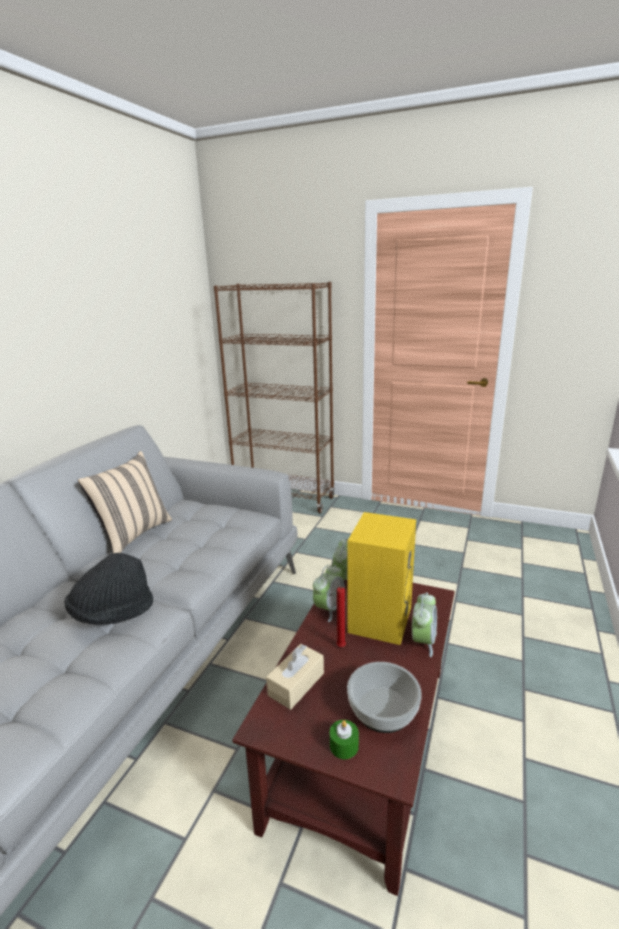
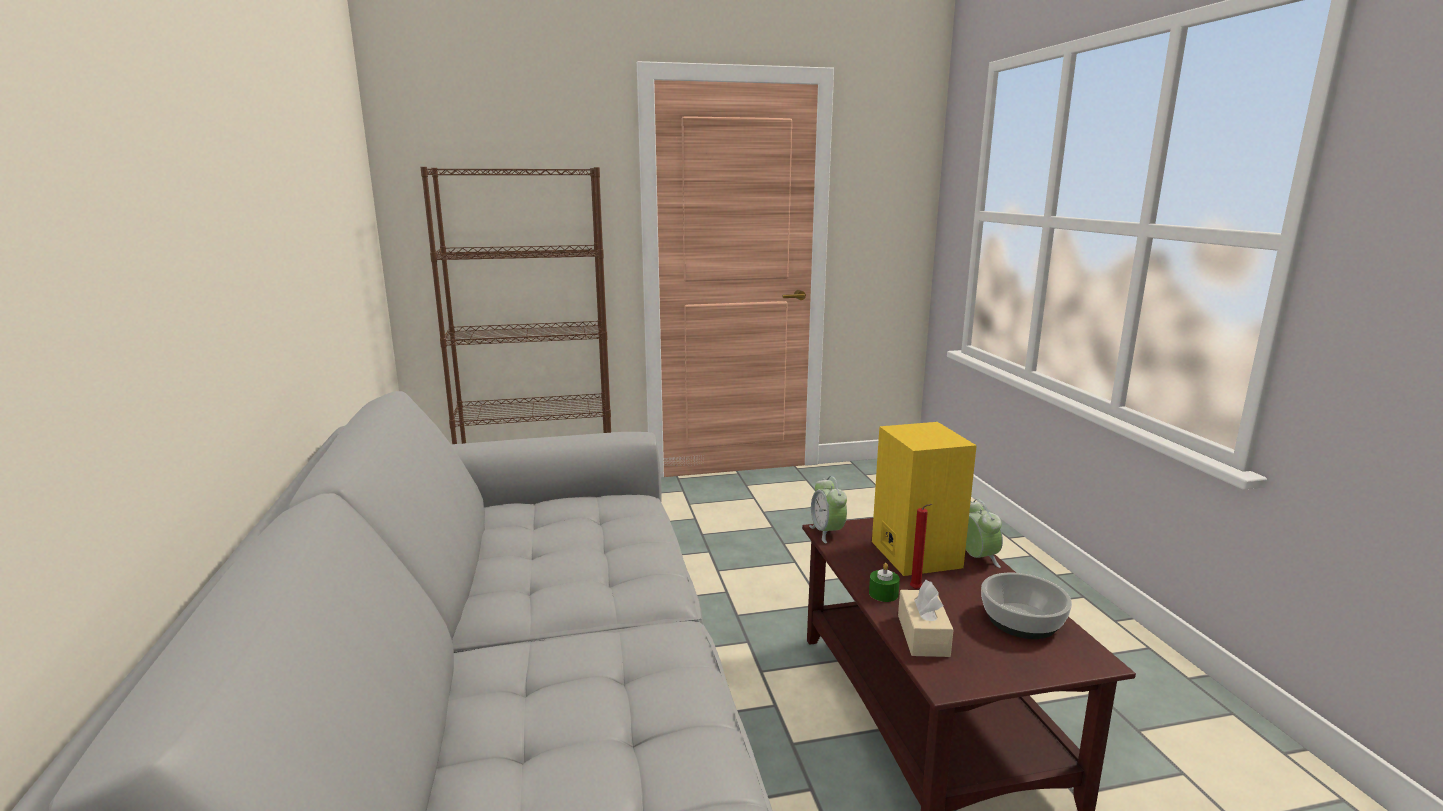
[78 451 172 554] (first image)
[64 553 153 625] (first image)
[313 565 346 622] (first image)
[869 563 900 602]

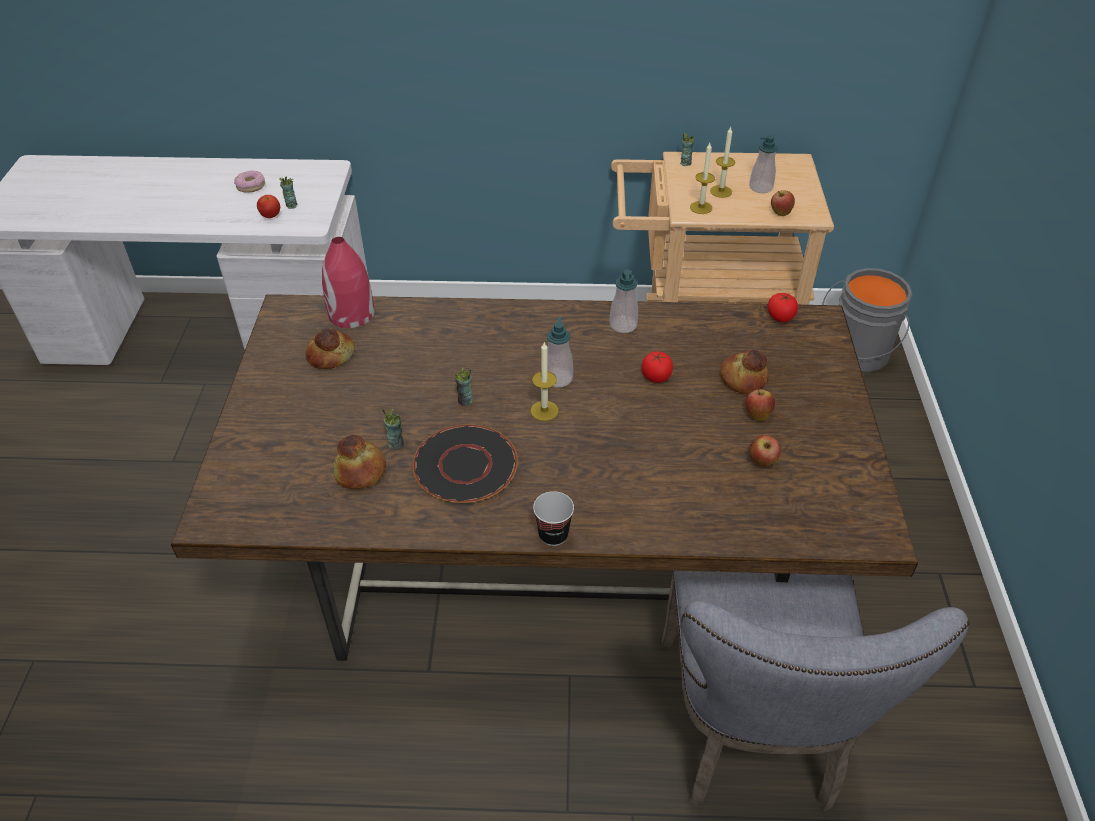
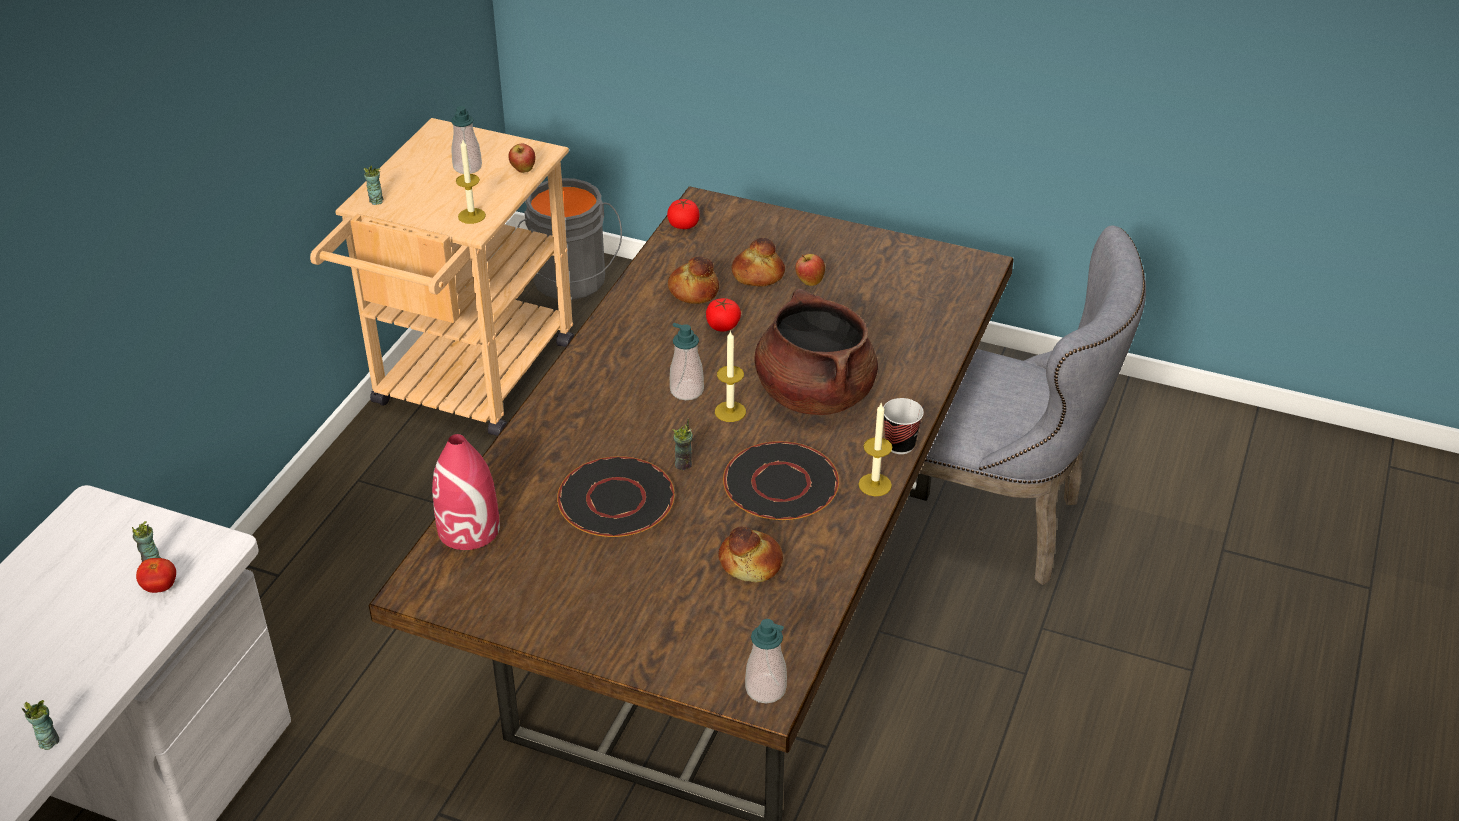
[858 402 892 496]
[234 171 265 193] (first image)
[745 619 787 703]
[668 257 719 304]
[22 700 59 750]
[749 435 781 467] (first image)
[754 289 878 415]
[557 456 675 537]

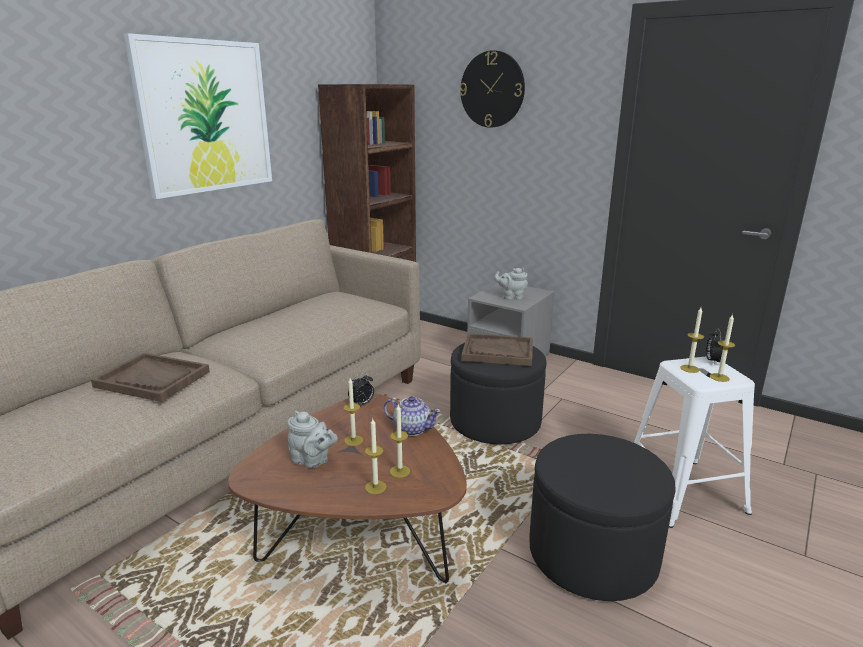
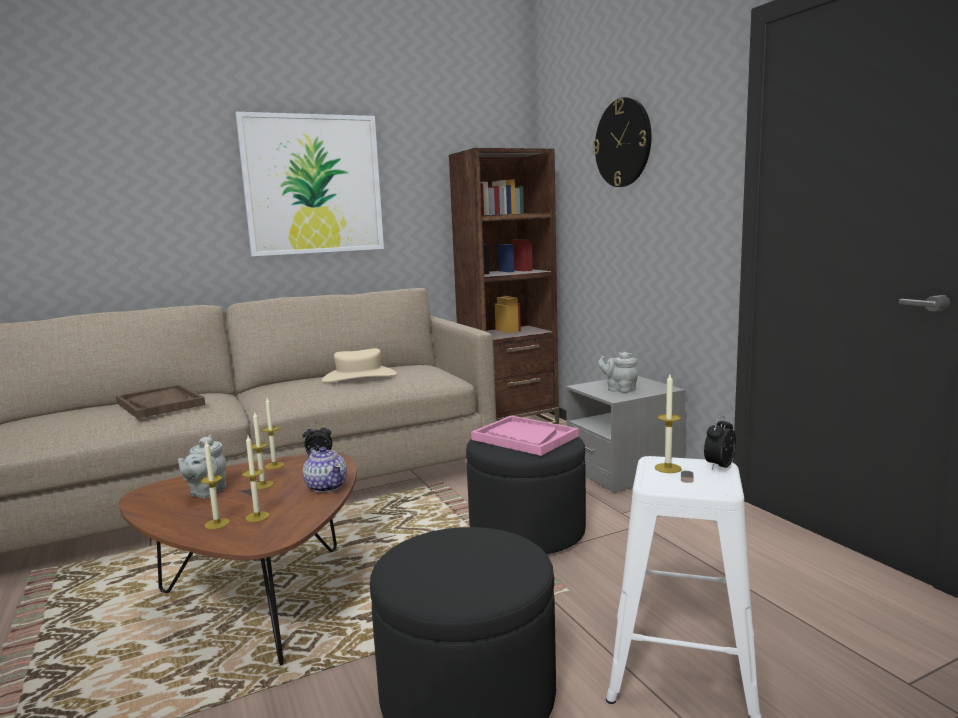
[262 398 284 469]
[471 415 579 456]
[178 435 226 498]
[322 348 397 382]

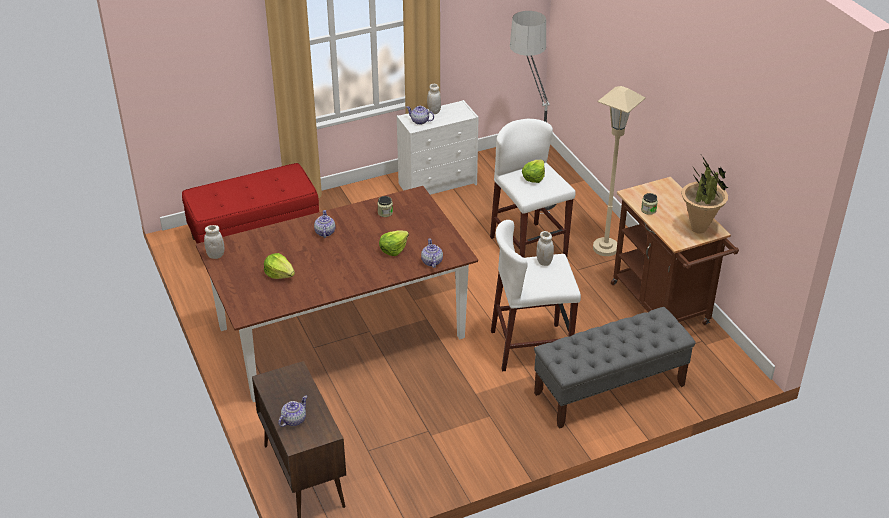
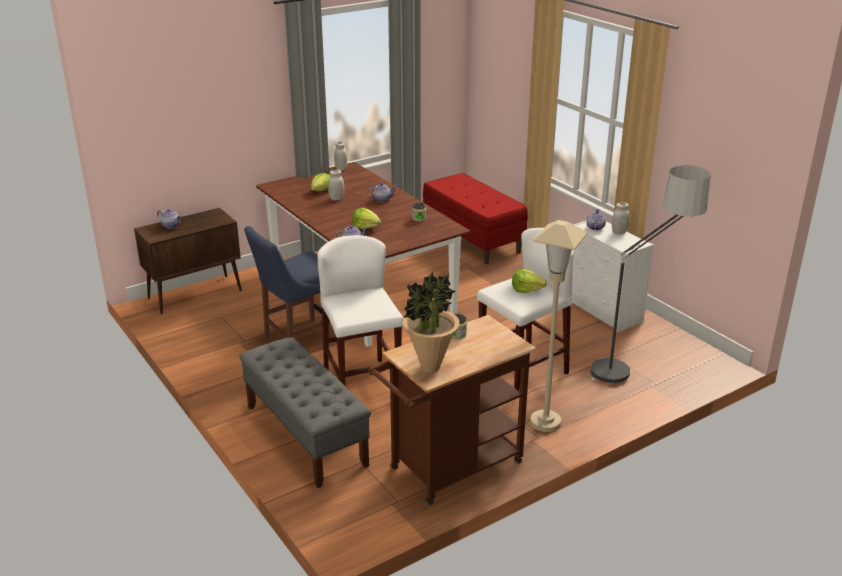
[328 170 344 201]
[244 226 336 338]

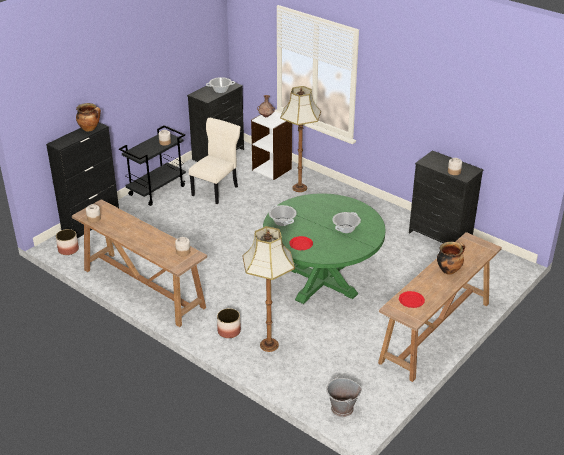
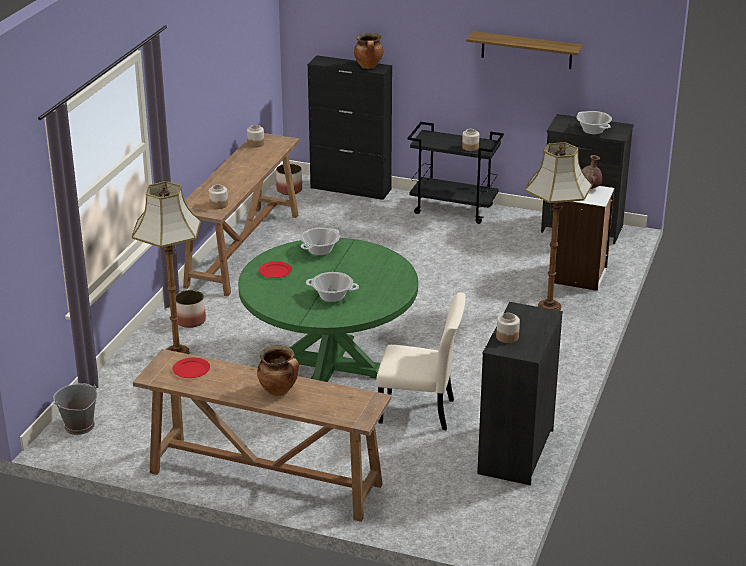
[376 292 466 430]
[466 31 583 69]

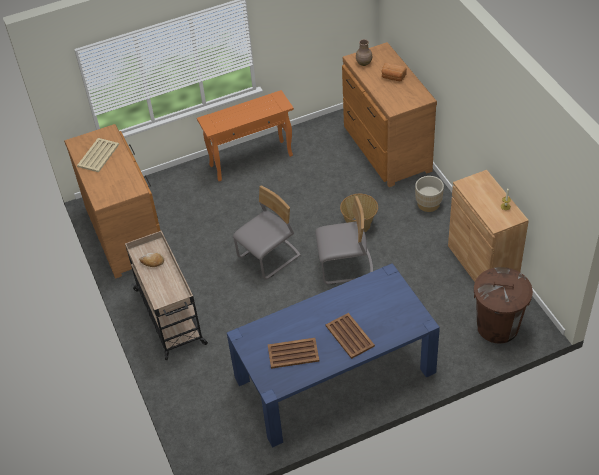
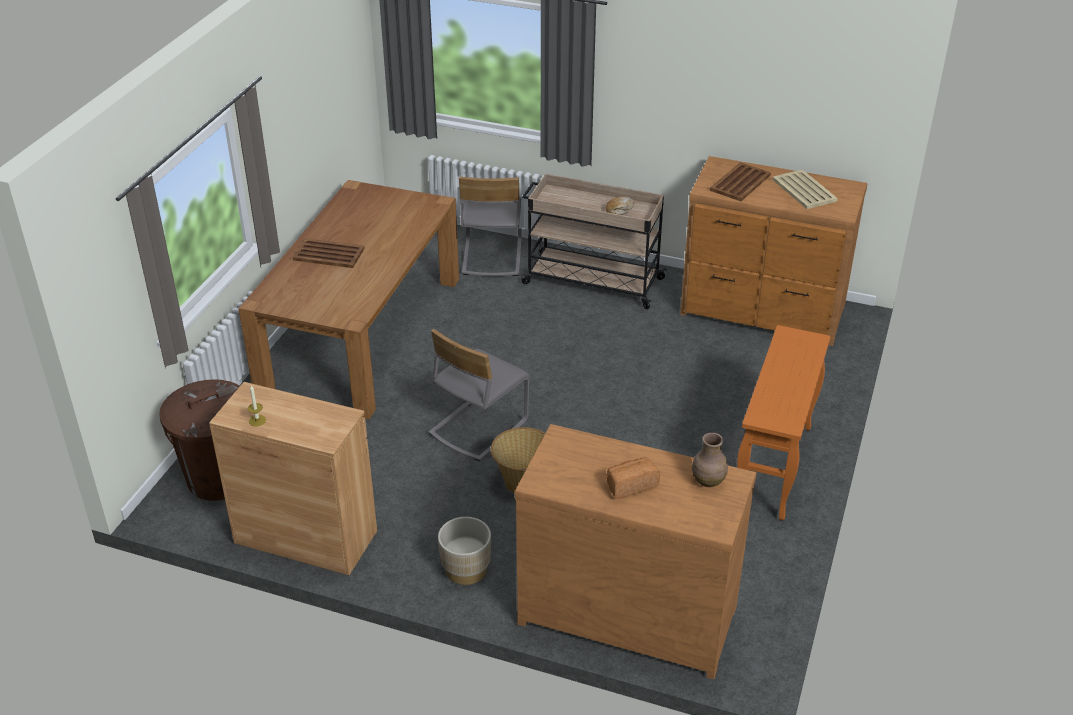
[459 177 522 276]
[238 180 459 419]
[710 162 771 201]

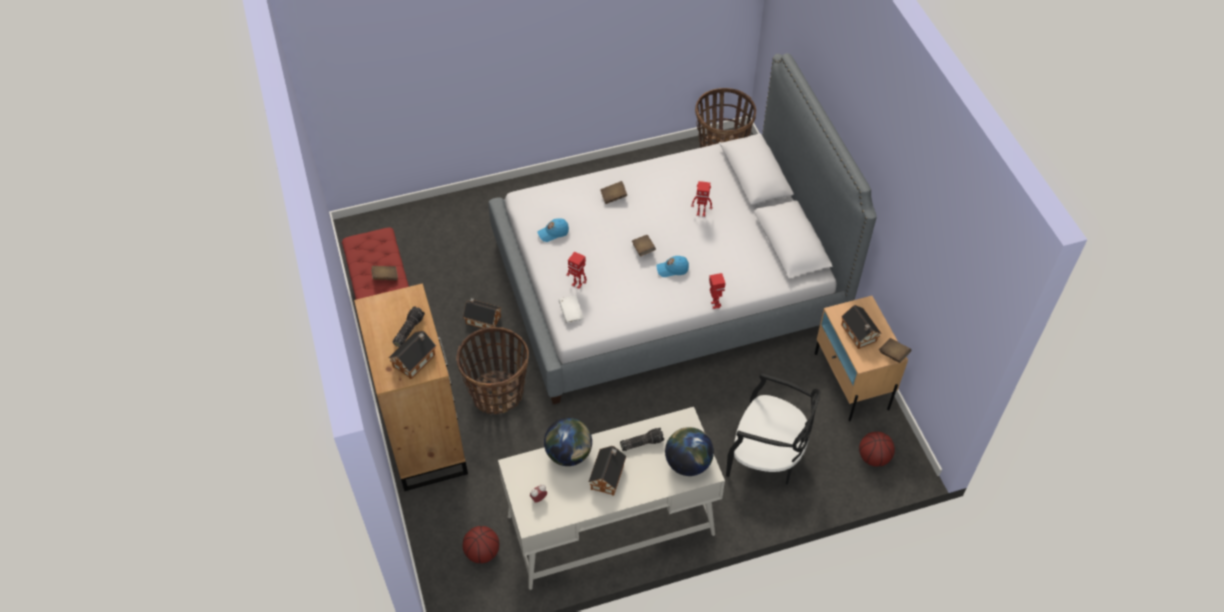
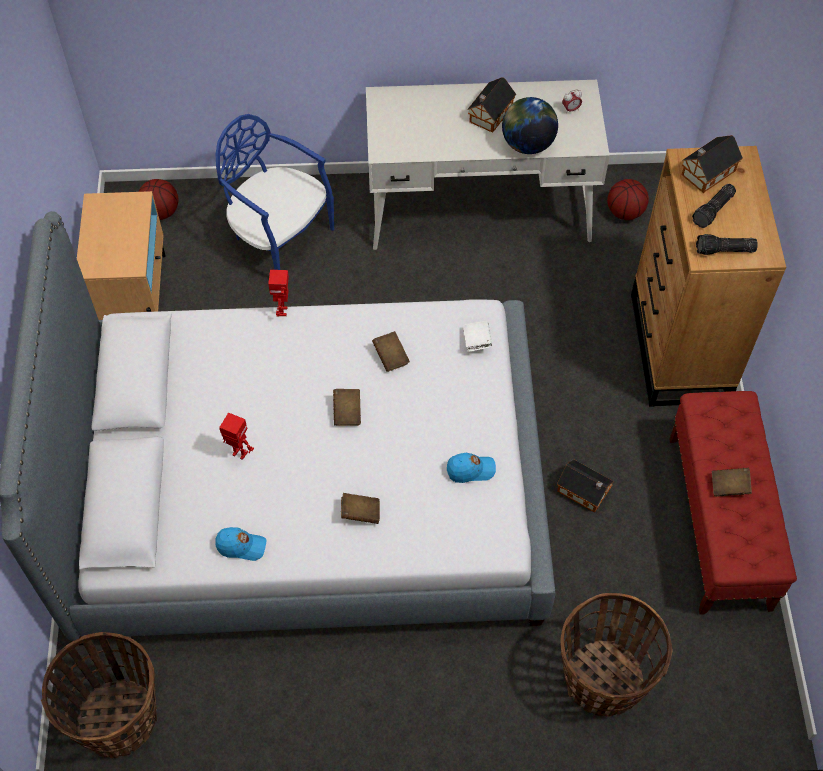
[566 251 587 289] (first image)
[215 527 267 561]
[841 305 882 349] (first image)
[560 593 672 717]
[372 331 410 372]
[216 114 334 270]
[665 427 714 476] (first image)
[696 234 758 255]

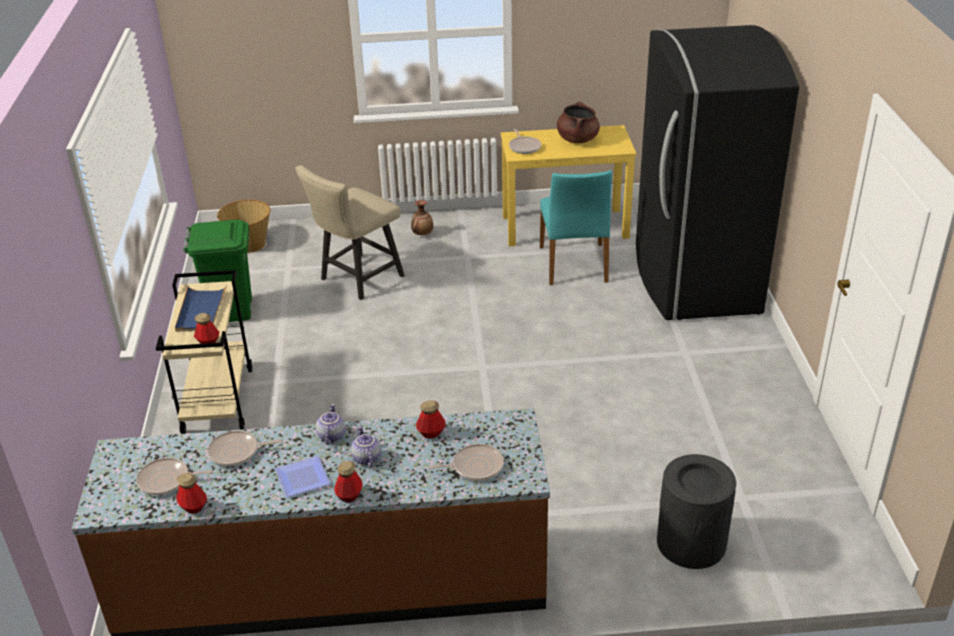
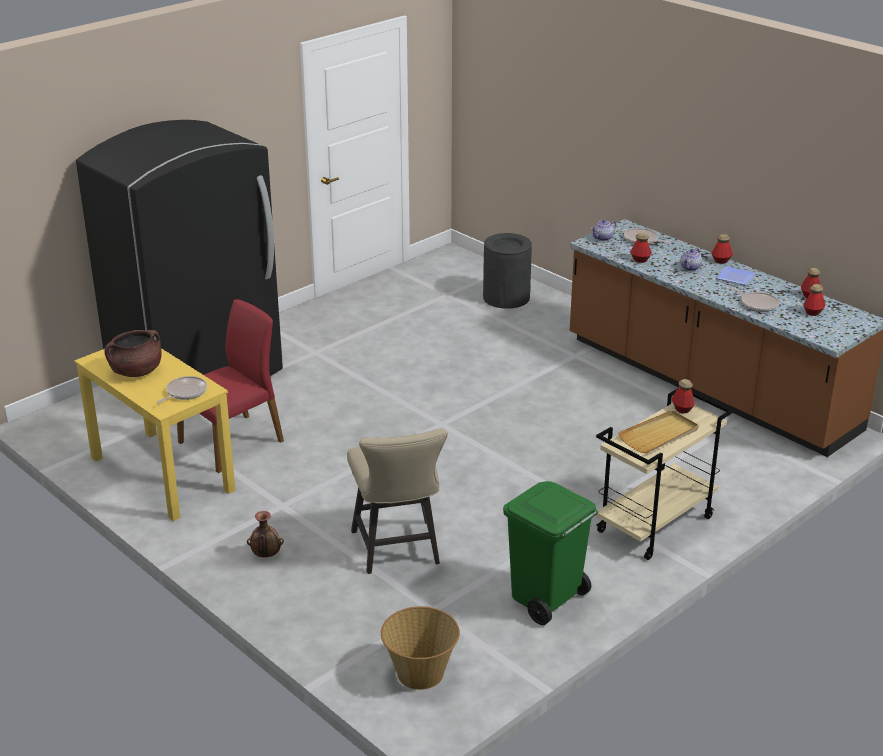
[347 428 448 574]
[177 299 284 473]
[618 410 699 453]
[591 220 617 241]
[804 284 825 316]

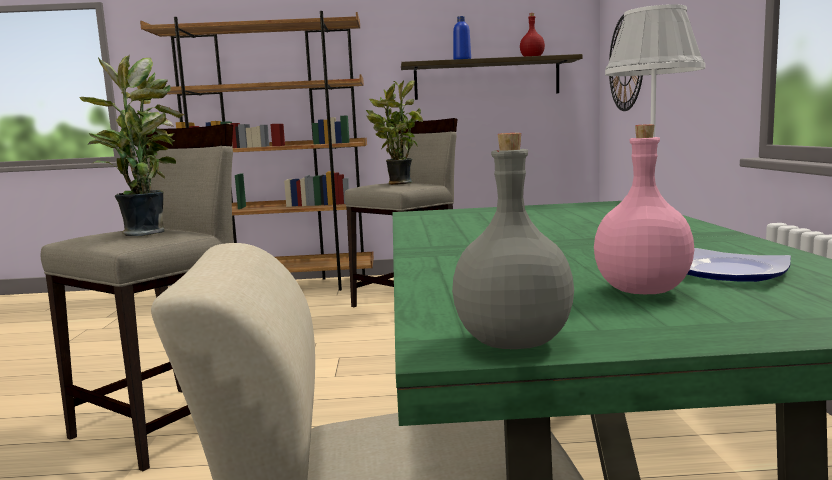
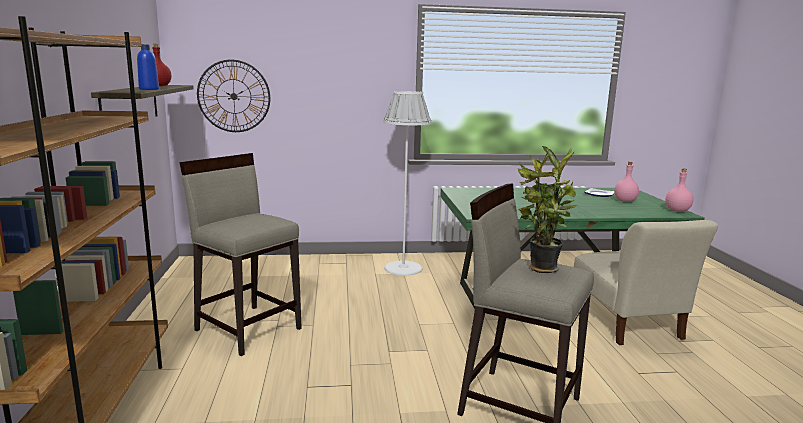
[366 80 423 185] (first image)
[666 169 693 212]

